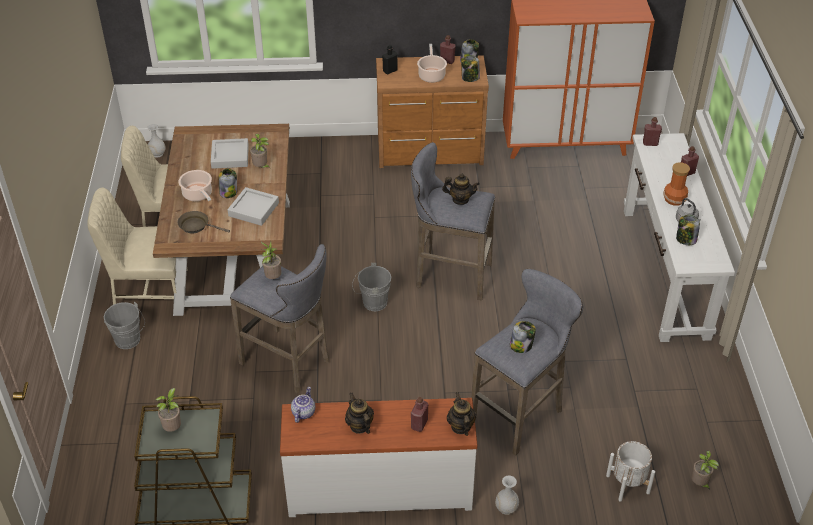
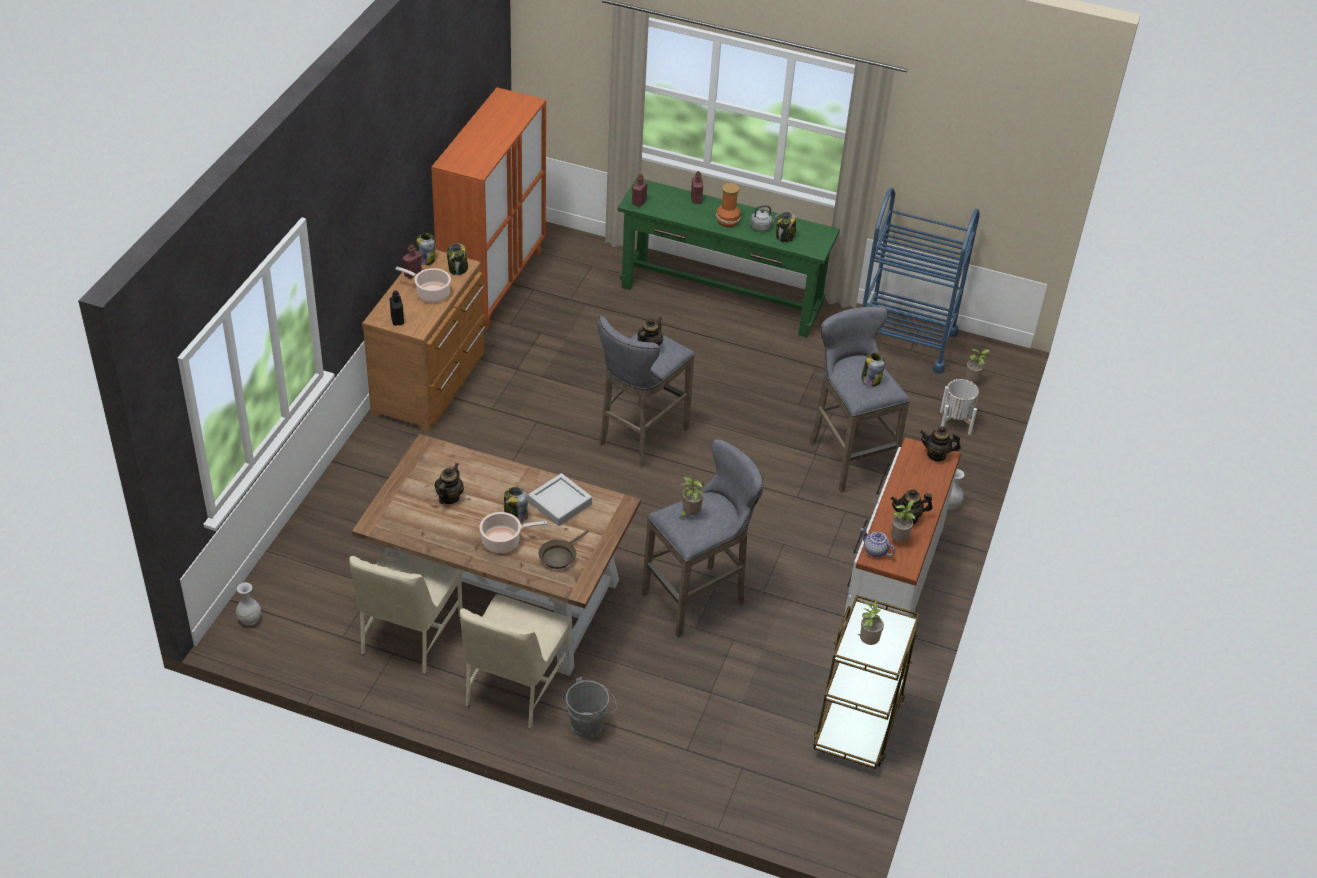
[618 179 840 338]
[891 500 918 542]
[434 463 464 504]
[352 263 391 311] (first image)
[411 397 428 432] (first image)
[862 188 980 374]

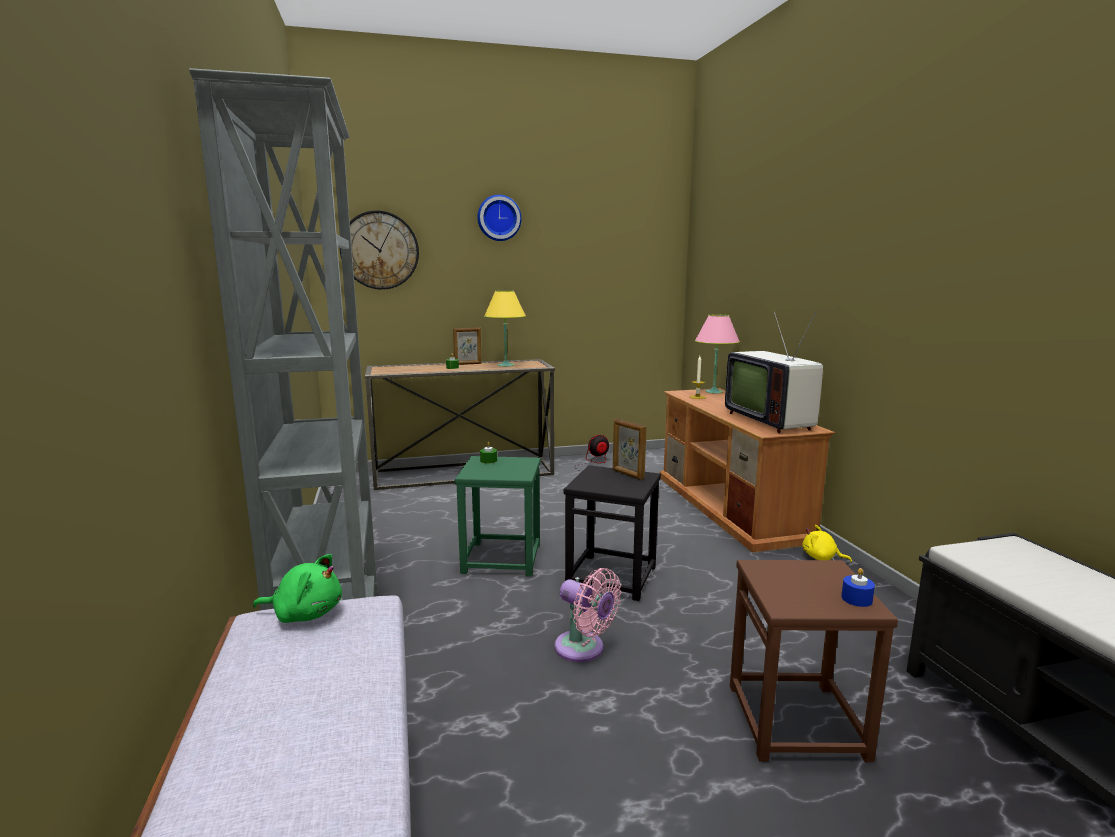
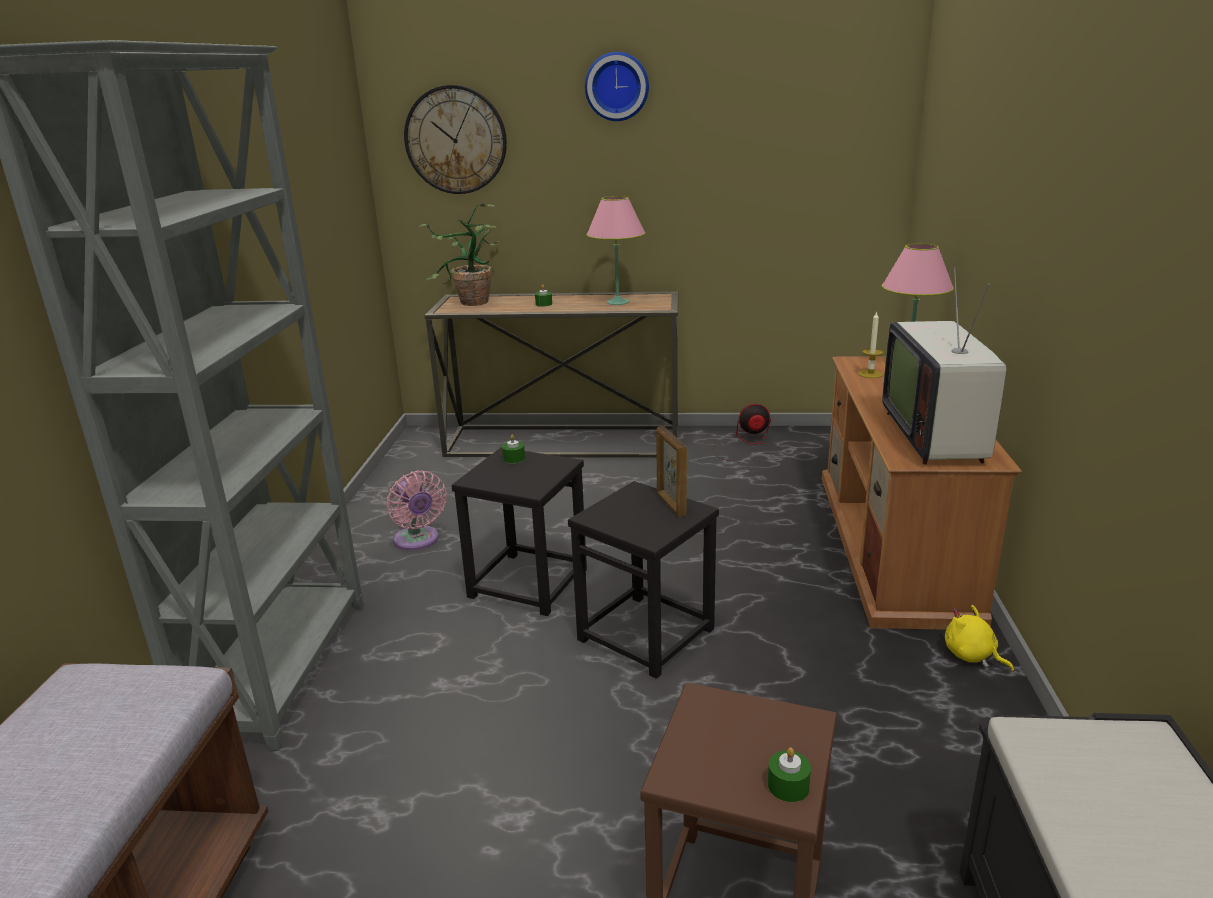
[587 196 645 305]
[453 327 481 365] (first image)
[451 447 587 616]
[253 554 342 623] (first image)
[386 470 447 550]
[768 748 811 802]
[419 204 498 306]

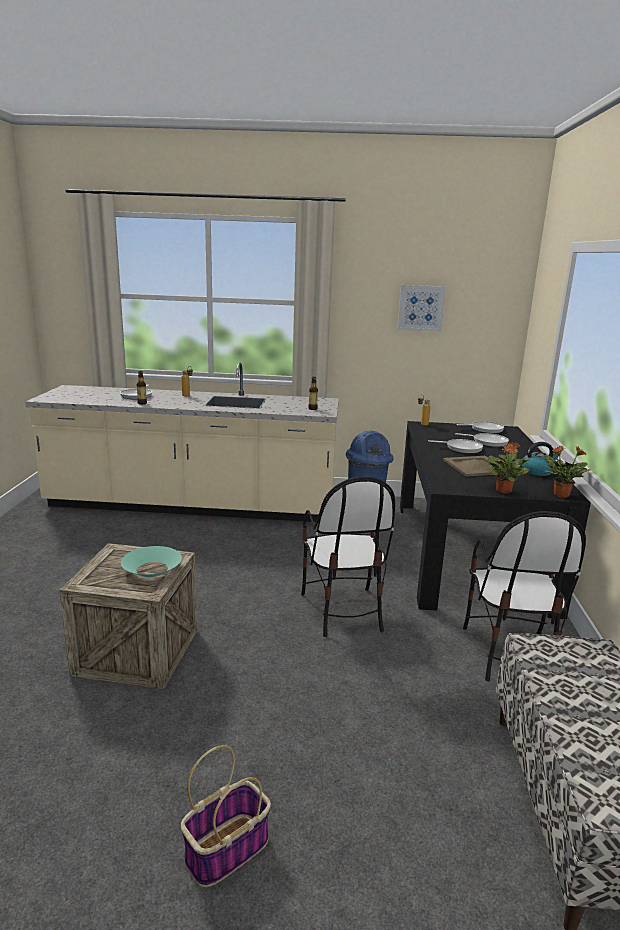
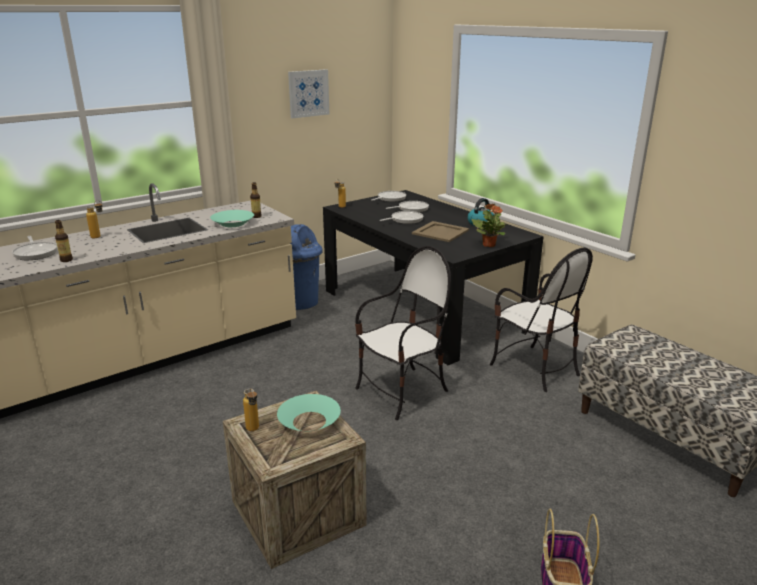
[544 446 591 498] (first image)
[355 246 451 420]
[210 210 254 227]
[243 388 259 431]

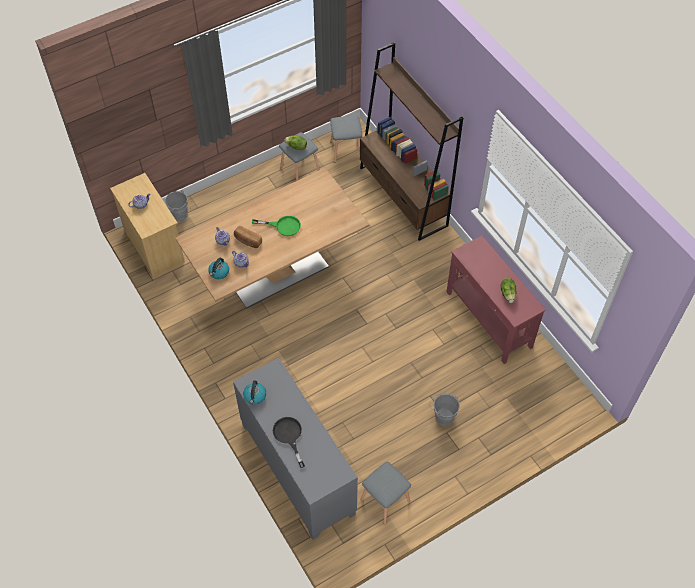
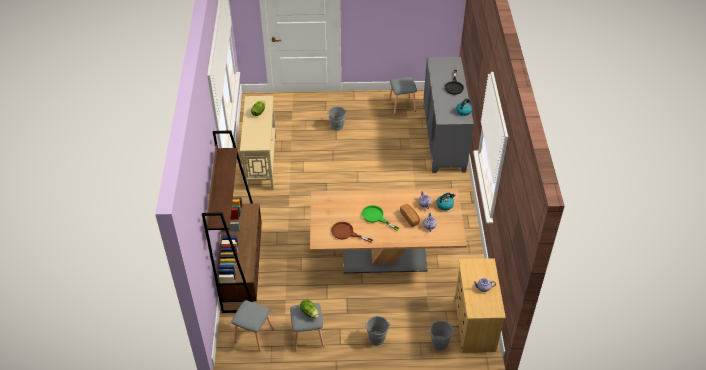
[240 96 277 190]
[331 222 373 242]
[365 316 390 346]

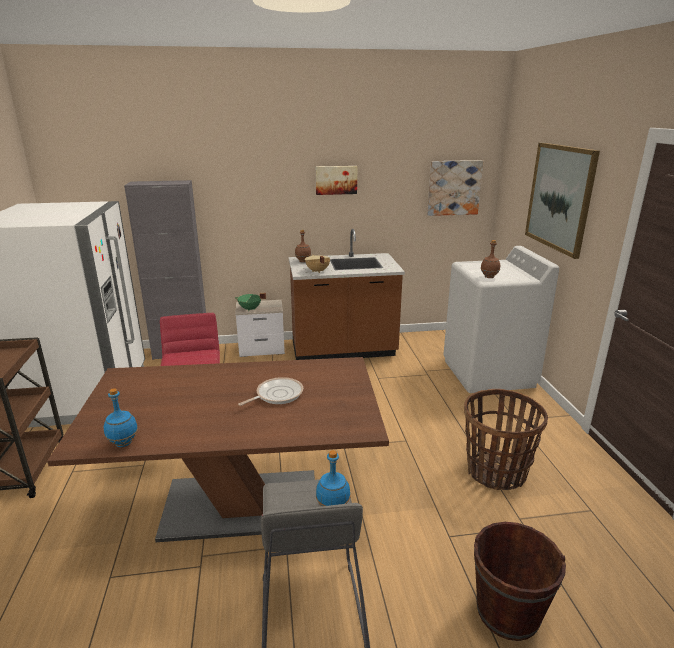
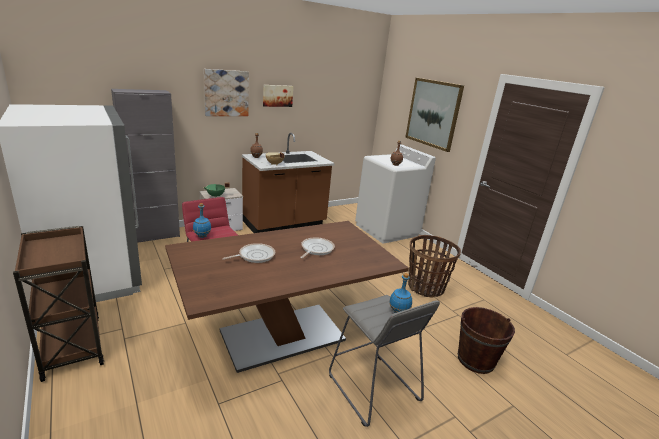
[204 69 249 116]
[193 203 211 238]
[222 243 275 263]

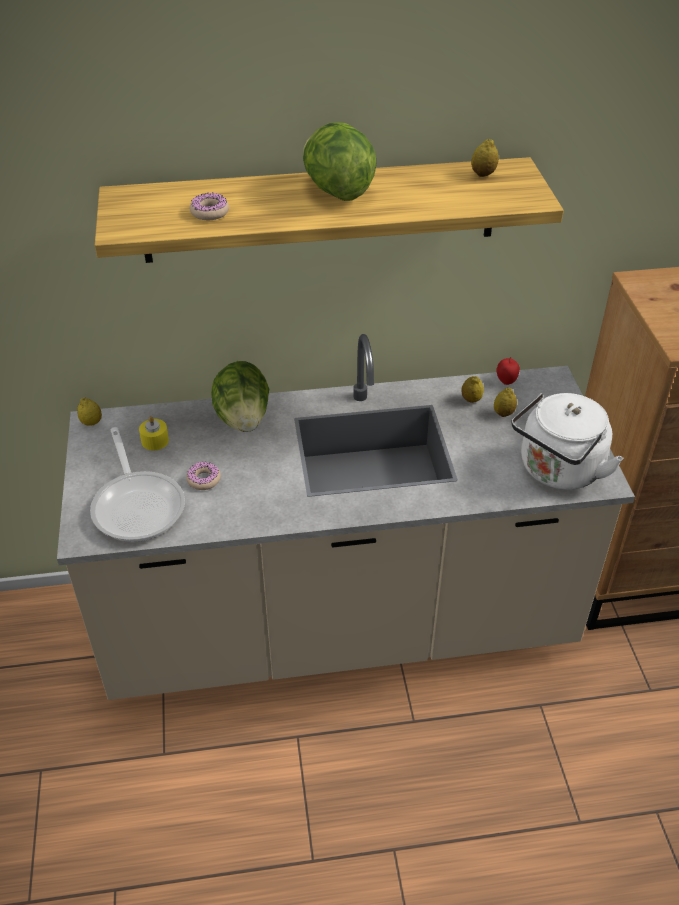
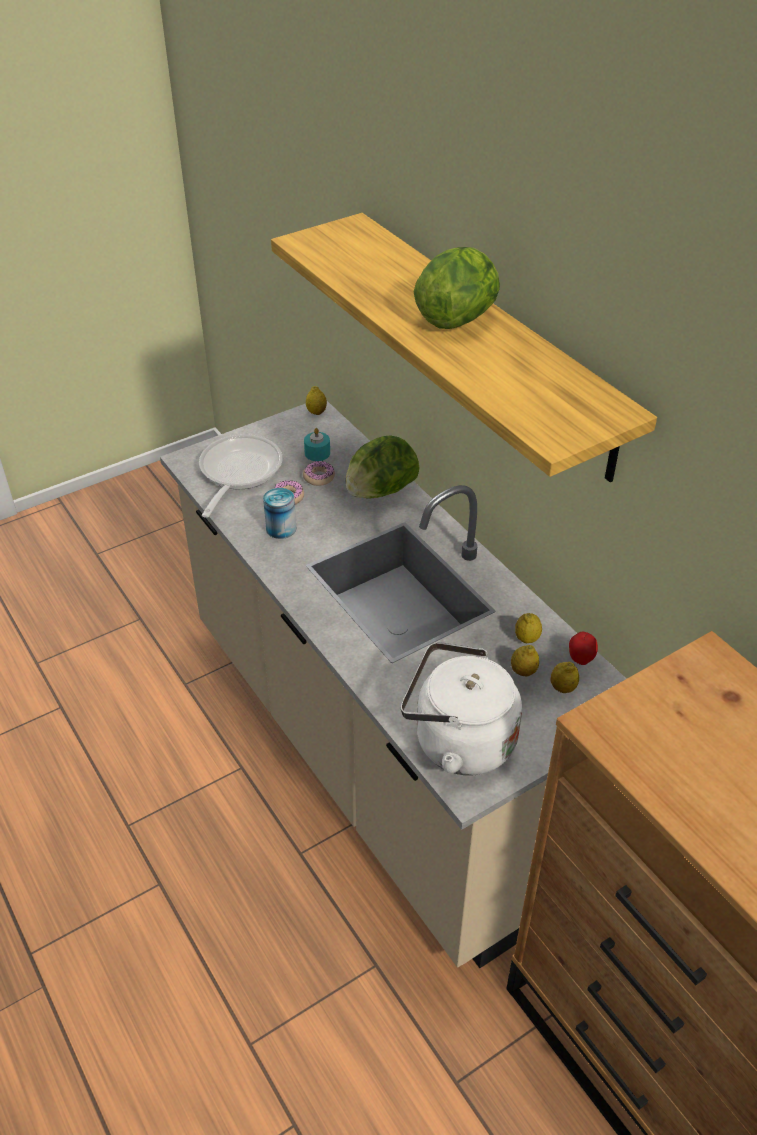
[550 662 579 693]
[303 461 335 486]
[304 428 330 461]
[199 434 283 518]
[263 488 296 539]

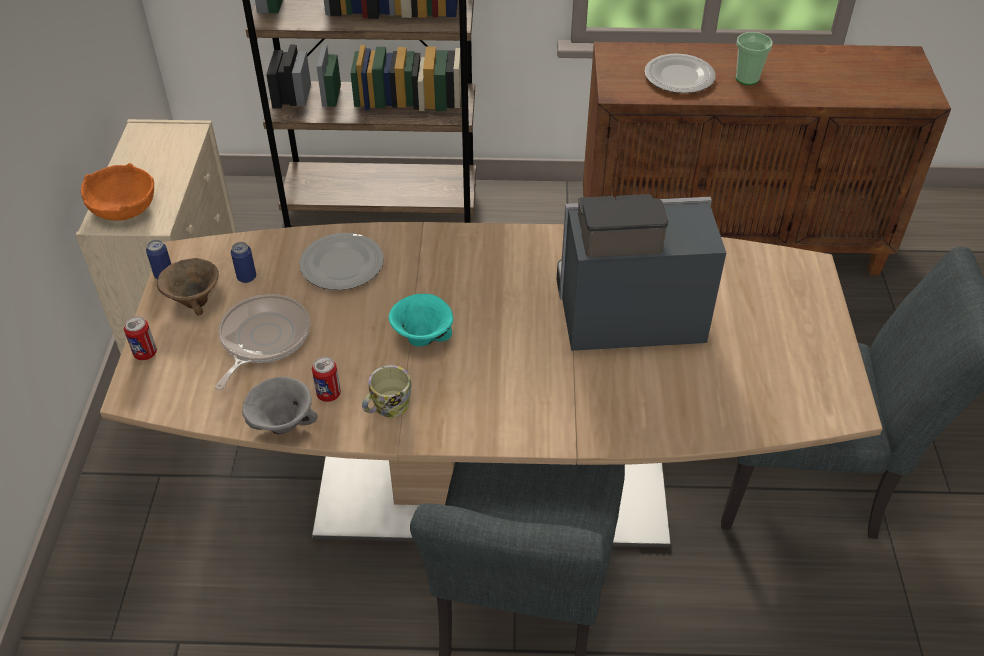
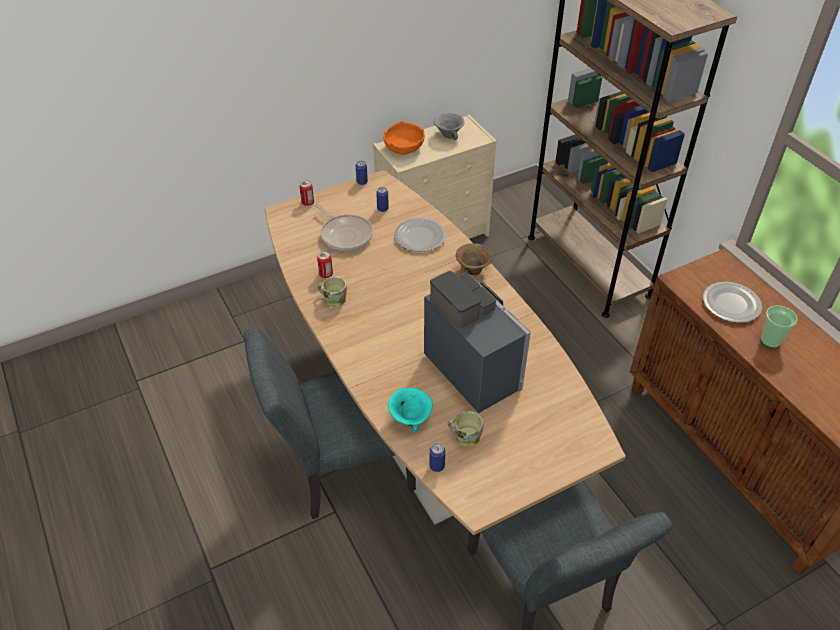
[456 243 493 275]
[315 203 373 251]
[388 388 433 432]
[434 113 465 140]
[447 411 483 447]
[429 443 445 472]

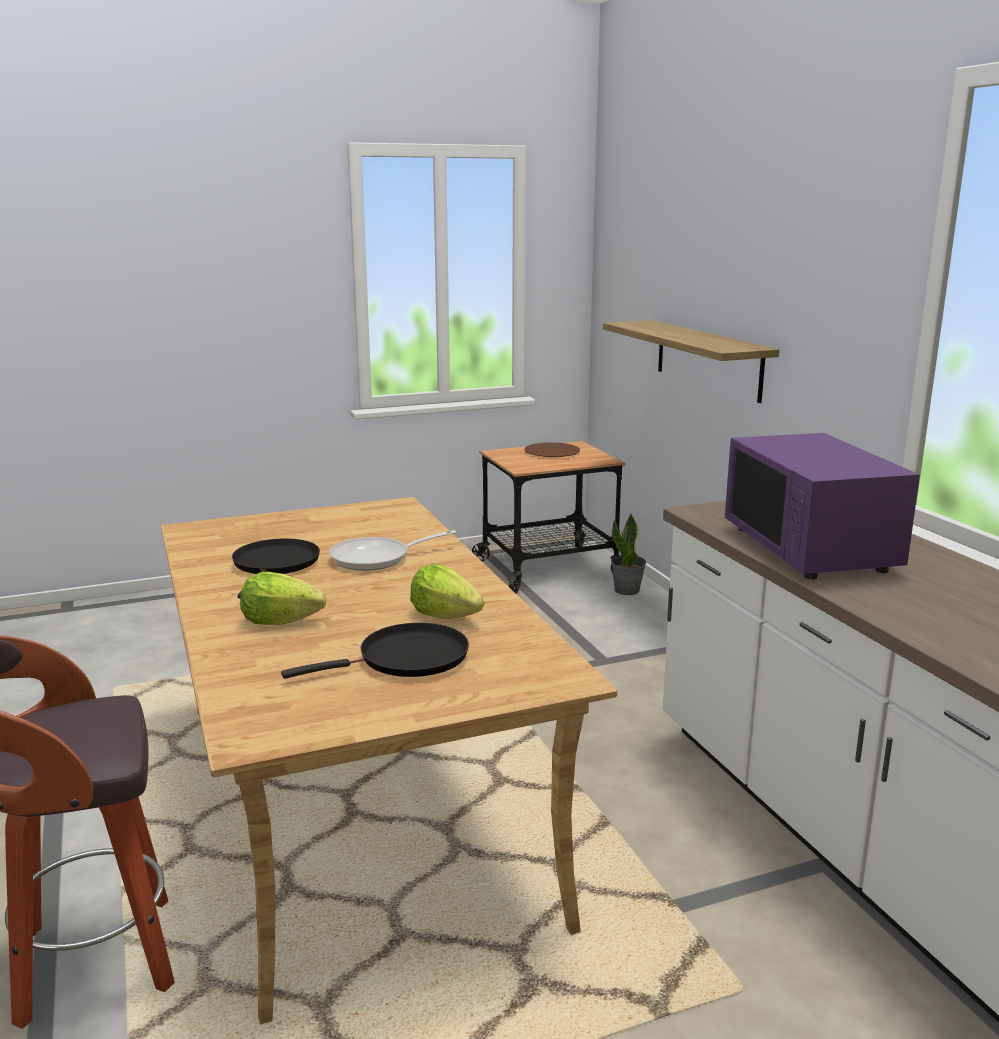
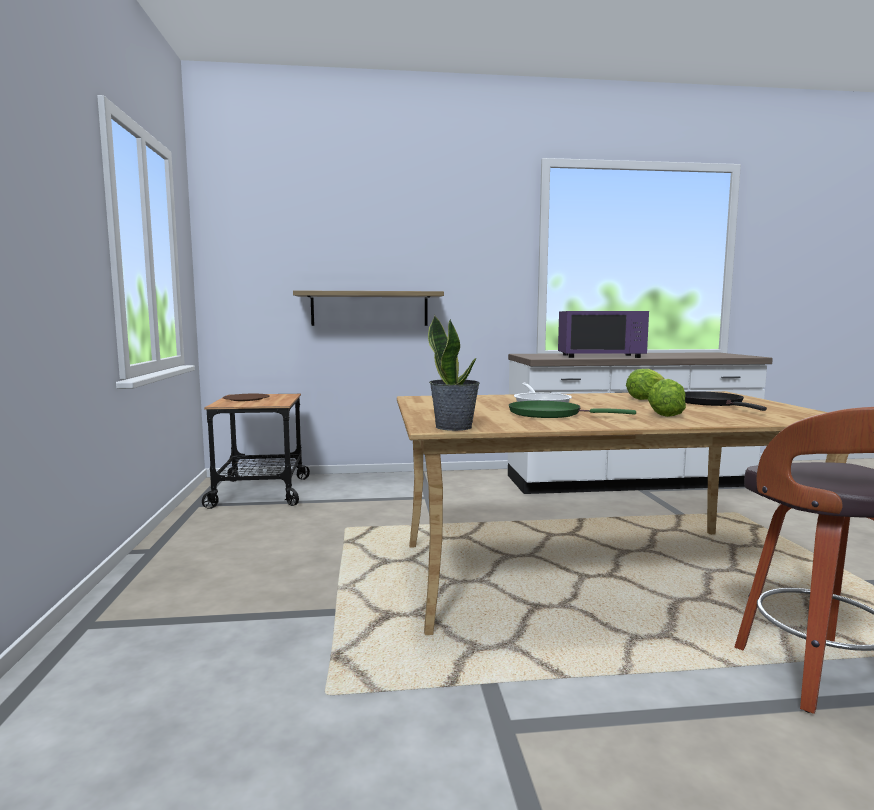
[428 315 480 431]
[509 401 636 418]

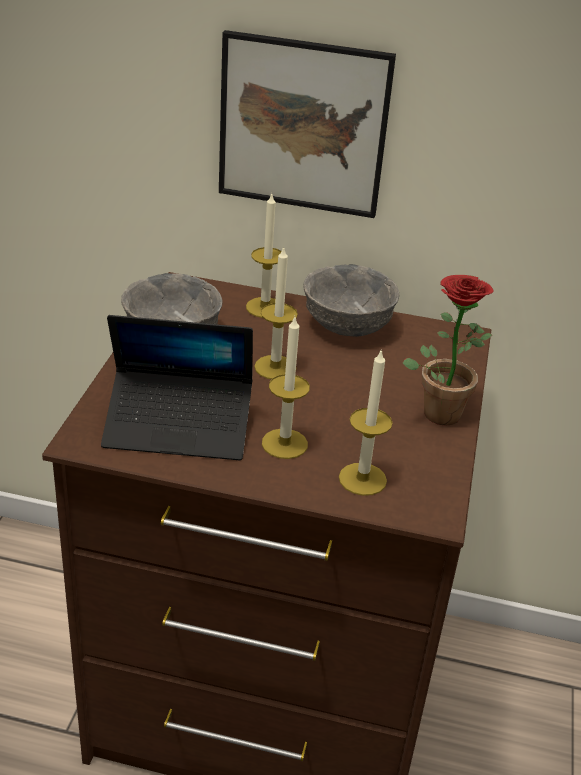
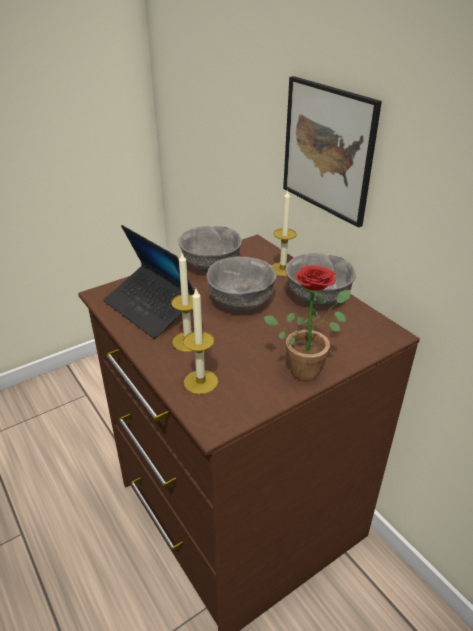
[206 256 277 311]

